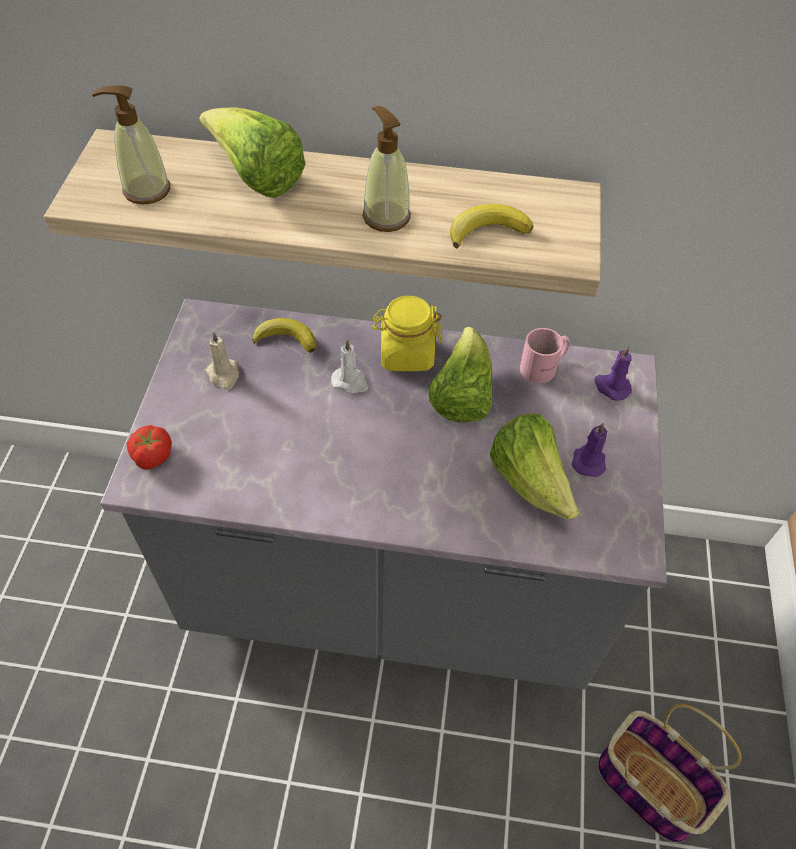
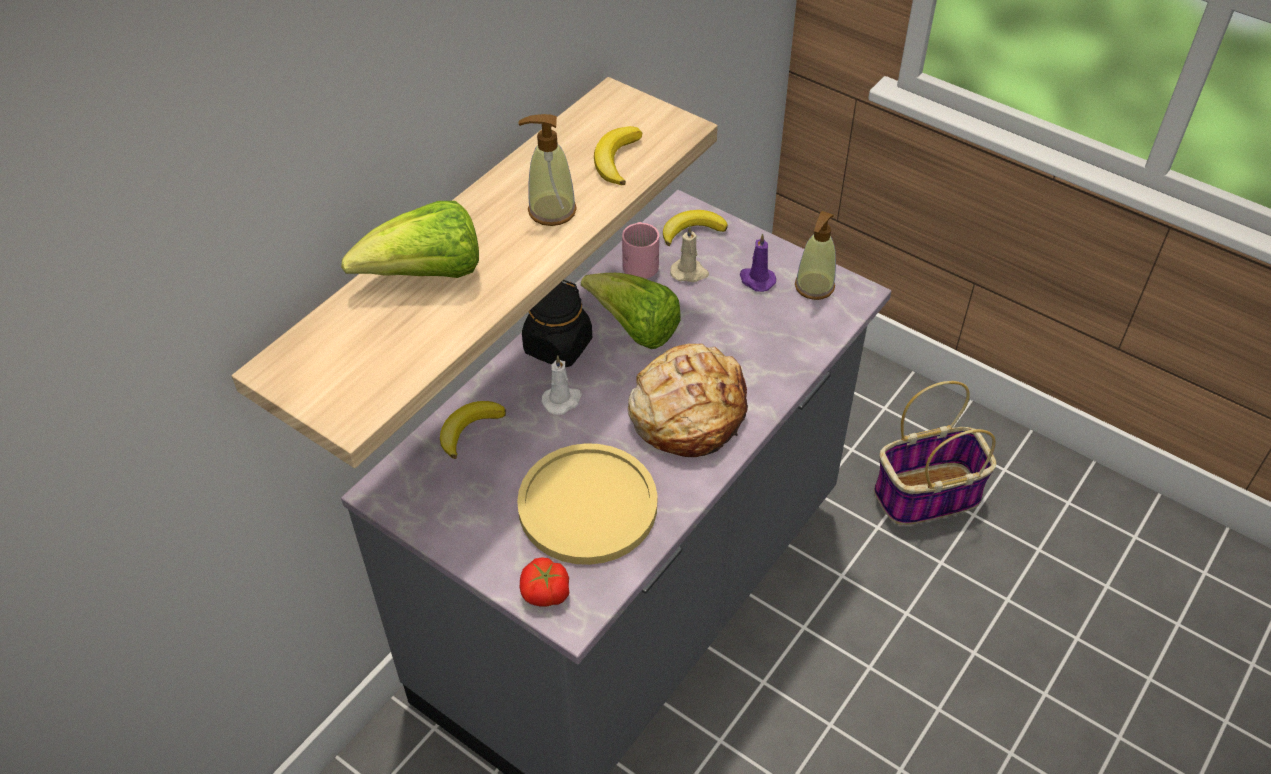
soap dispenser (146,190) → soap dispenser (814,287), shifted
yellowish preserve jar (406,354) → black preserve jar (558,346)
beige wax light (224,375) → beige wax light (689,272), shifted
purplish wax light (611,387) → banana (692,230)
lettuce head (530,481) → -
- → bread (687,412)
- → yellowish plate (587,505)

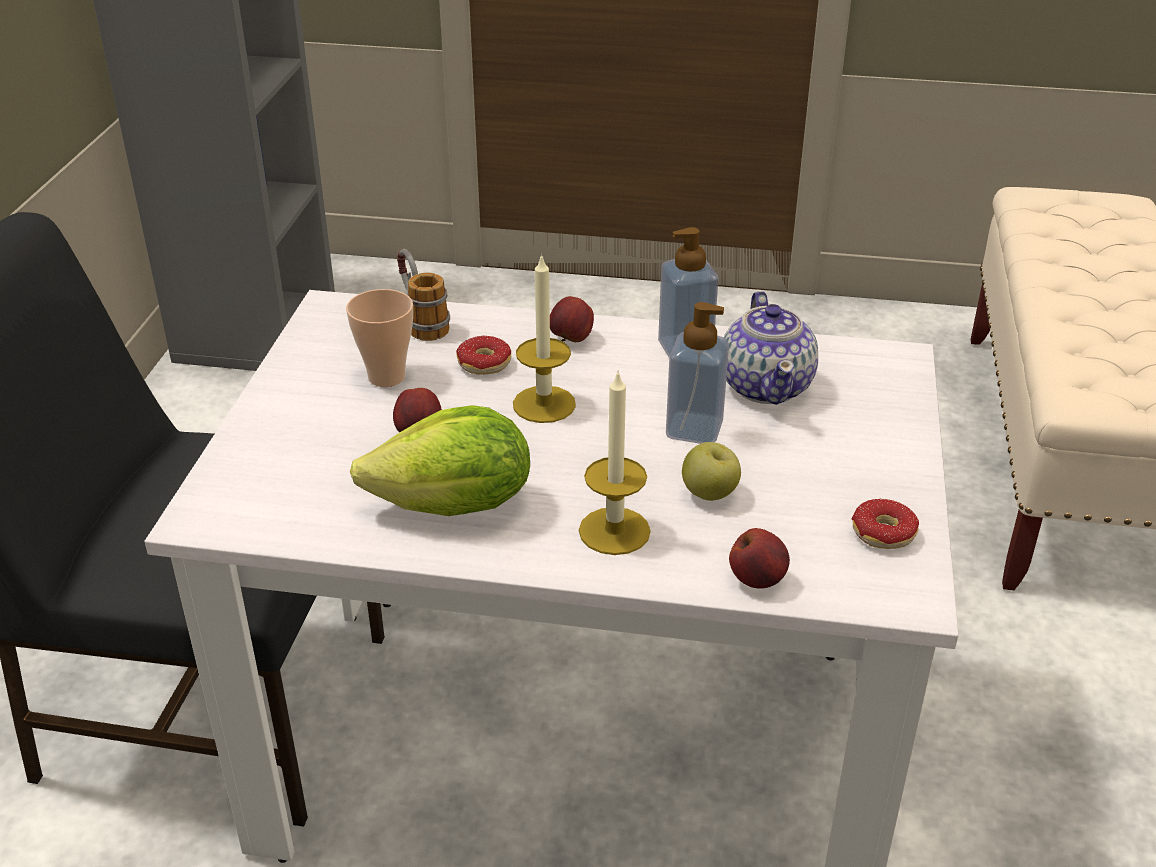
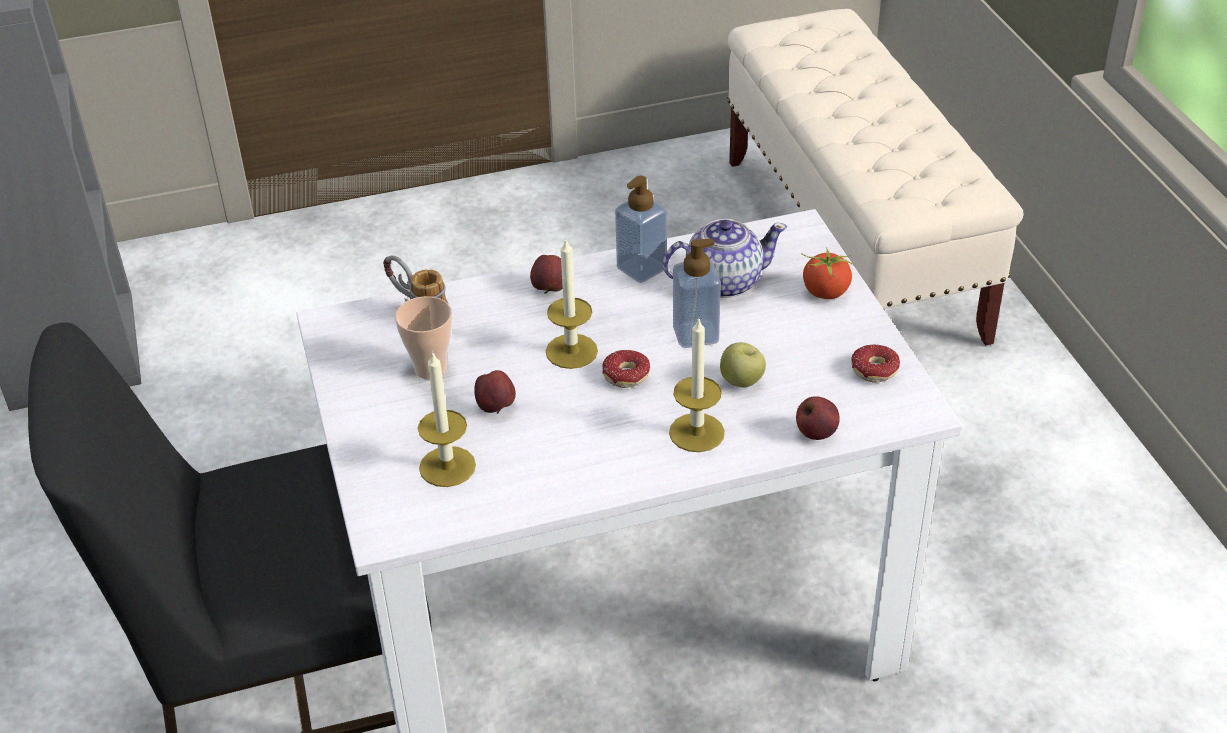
tea pot (767,385) → tea pot (722,281), 75 degrees counterclockwise
doughnut (481,369) → doughnut (628,381), shifted
lettuce head (455,507) → -
- → whole tomato (825,292)
- → wax light (447,466)

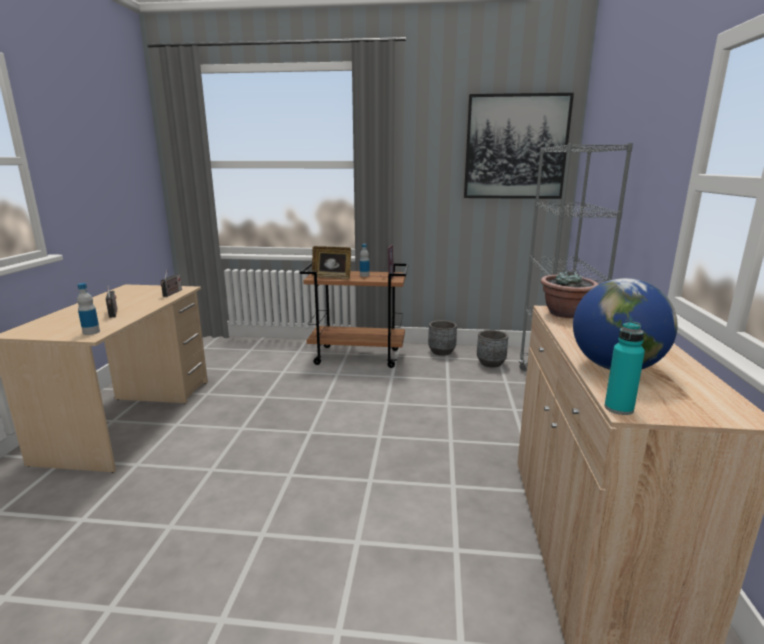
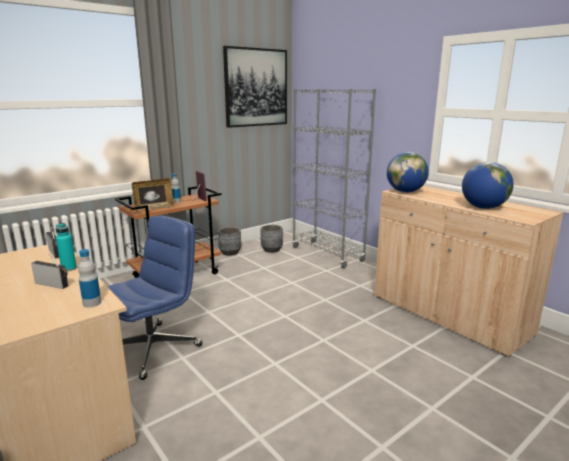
plant in a pot (565,314) → desk globe (405,192)
blue-green beverage bottle (618,408) → blue-green beverage bottle (69,268), shifted
- → blue-coloured computer chair (153,348)

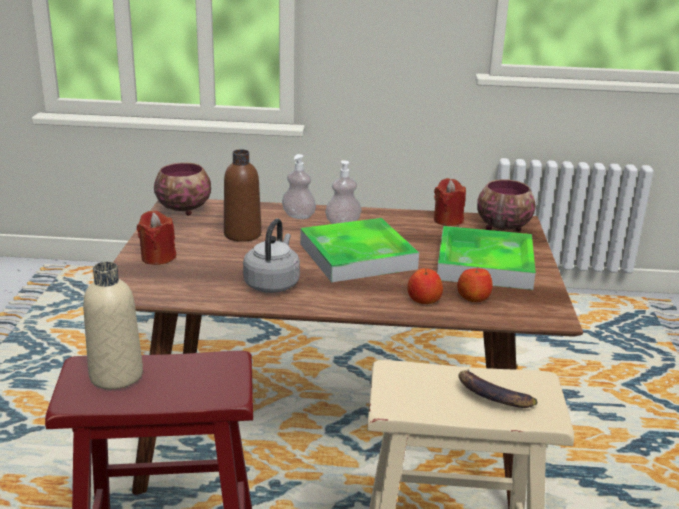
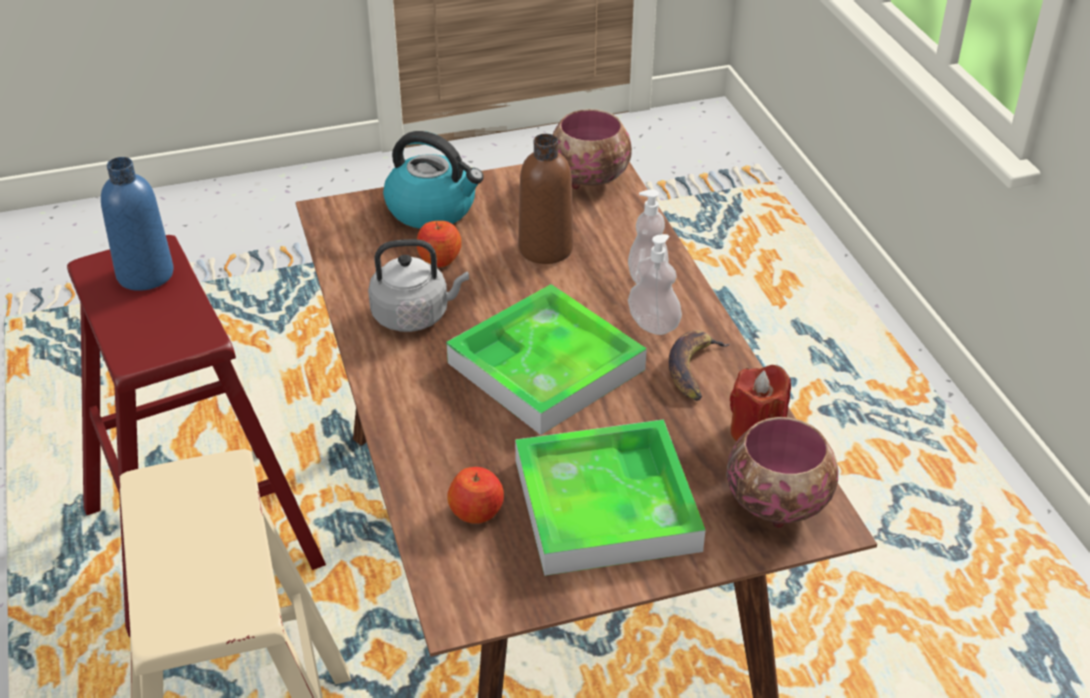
red-coloured wax light (158,257) → kettle (432,209)
beige beverage bottle (116,375) → blue-coloured beverage bottle (145,274)
apple (423,300) → apple (439,259), shifted
banana (491,395) → banana (693,369), shifted

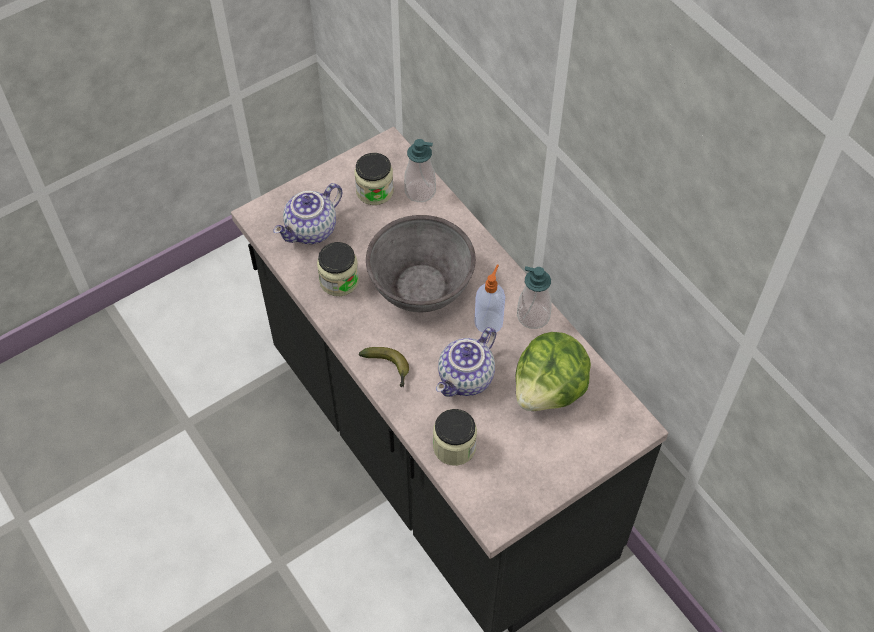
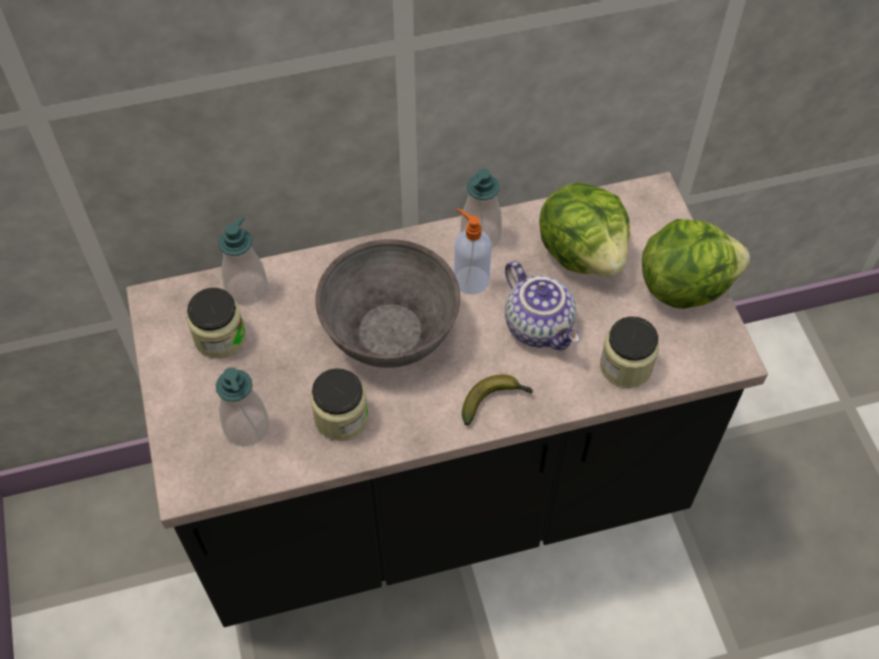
tea pot (311,231) → soap dispenser (246,427)
- → lettuce head (684,285)

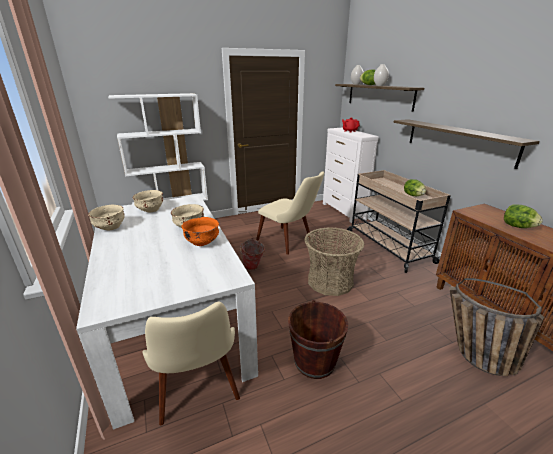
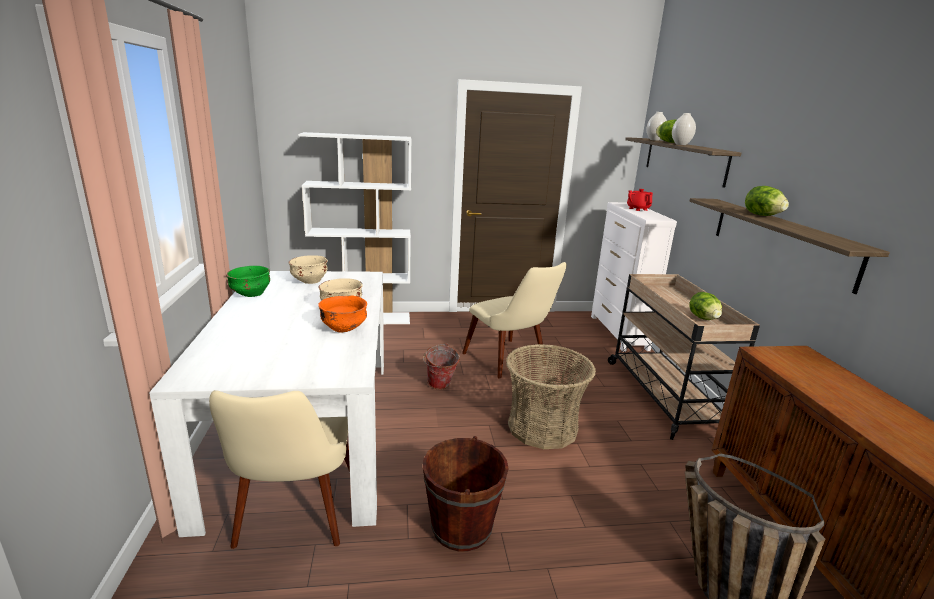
lettuce head (517,226) → lettuce head (762,215), shifted
beige deep dish (111,228) → green deep dish (251,294)

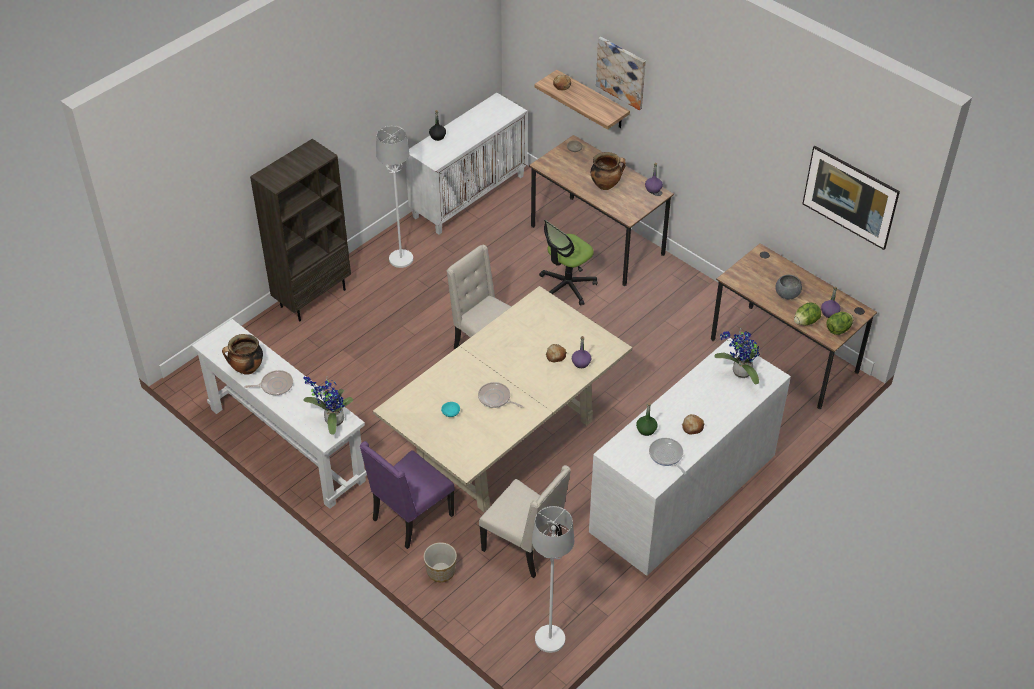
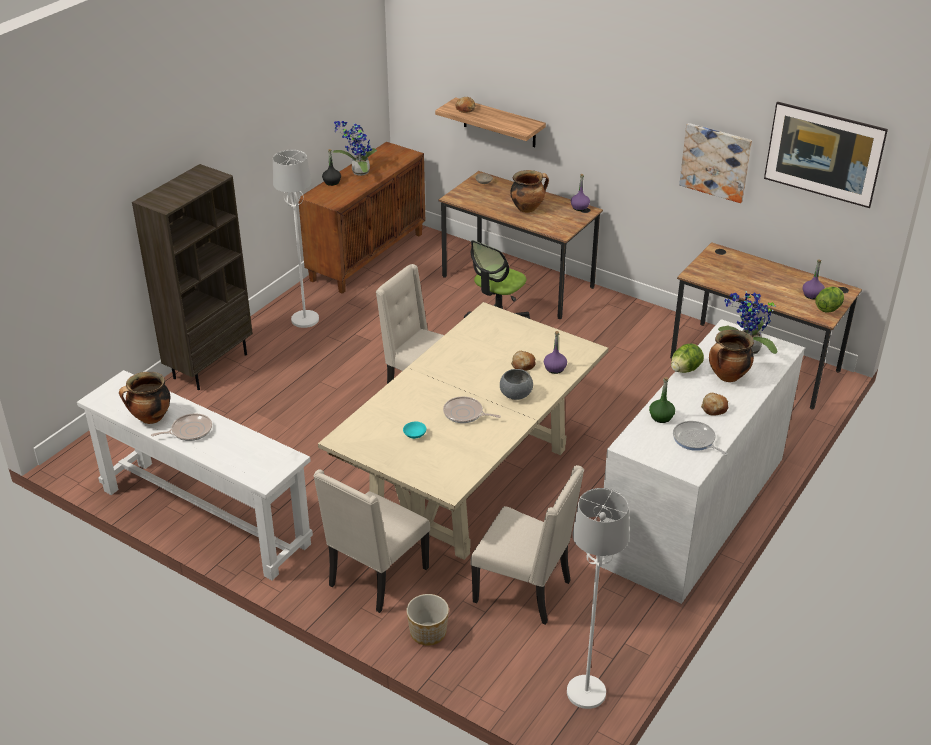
picture (621,72) → picture (715,162), shifted
whitish cabinet (469,195) → brown-coloured cabinet (367,256)
greyish deep dish (787,294) → greyish deep dish (515,394), shifted
lettuce head (805,321) → lettuce head (685,369), shifted
plant in a pot (331,420) → plant in a pot (358,172), shifted
purplish plain chair (411,518) → beige plain chair (376,578)
- → stockpot (727,377)

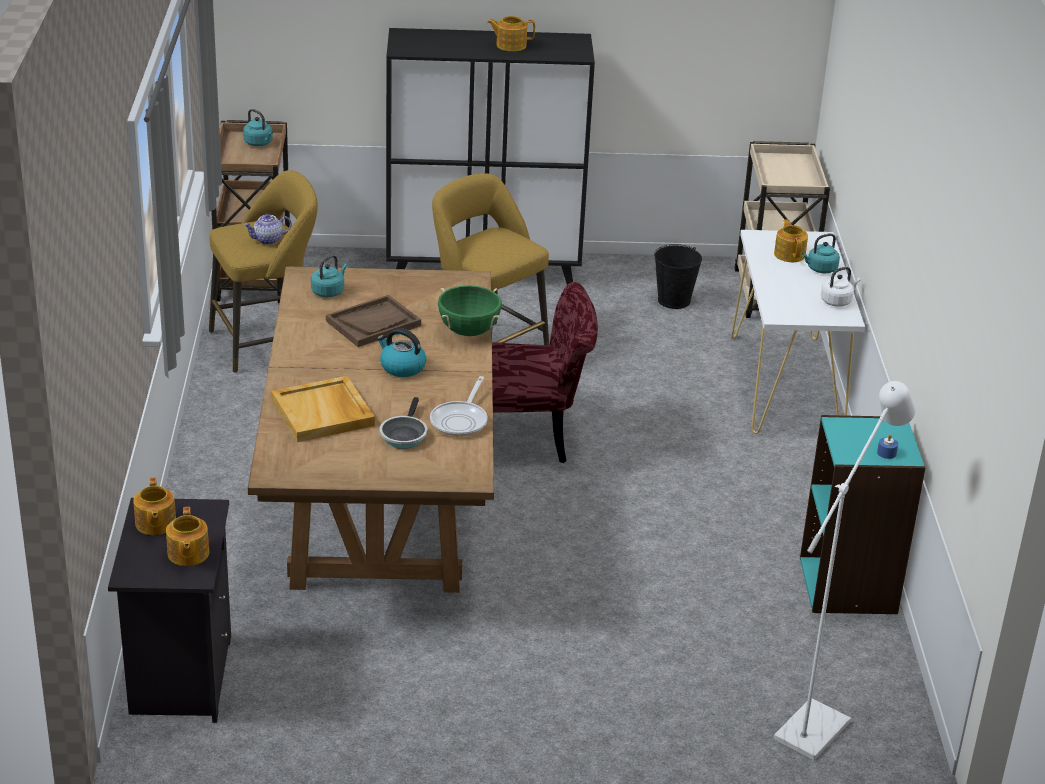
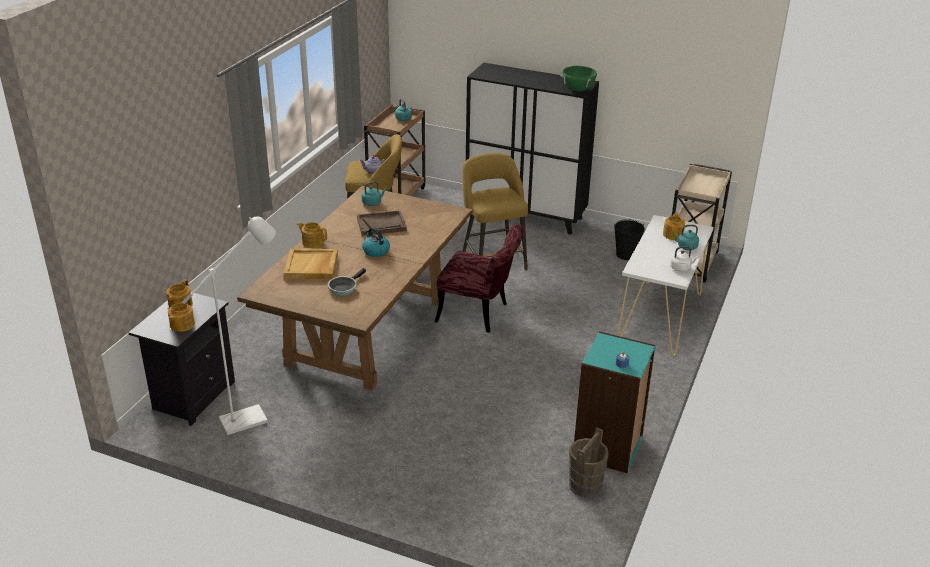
tea pot (510,45) → tea pot (312,242), shifted
green stockpot (468,331) → green stockpot (578,90), shifted
pan (461,420) → -
whitish floor lamp (819,722) → whitish floor lamp (252,418), shifted
- → brown-coloured water bucket (585,486)

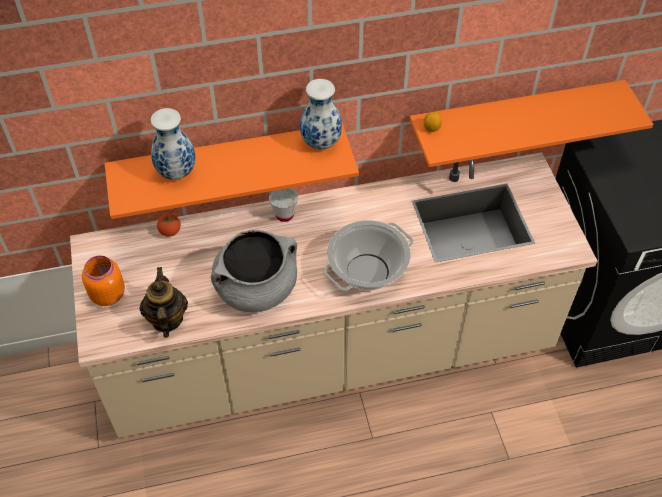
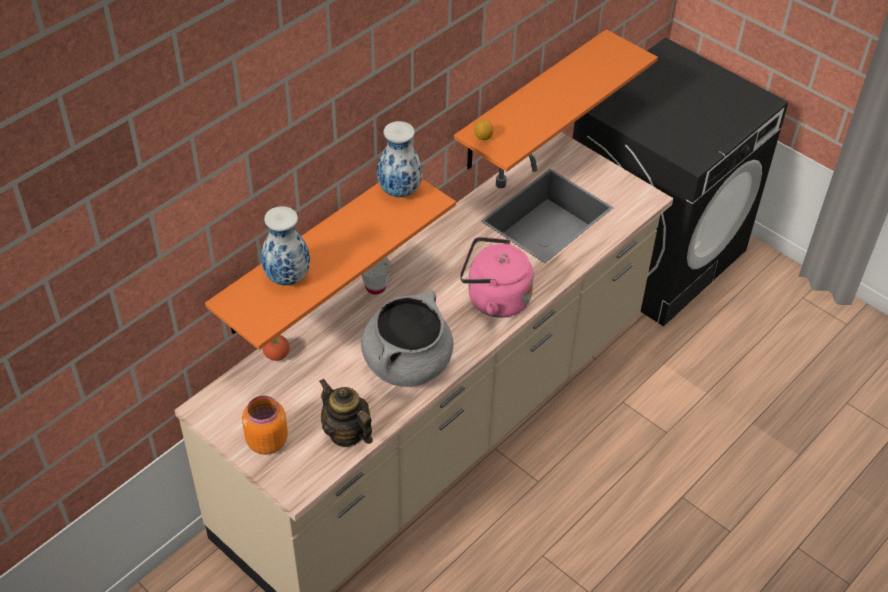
stockpot (367,271) → pink-coloured kettle (494,299)

